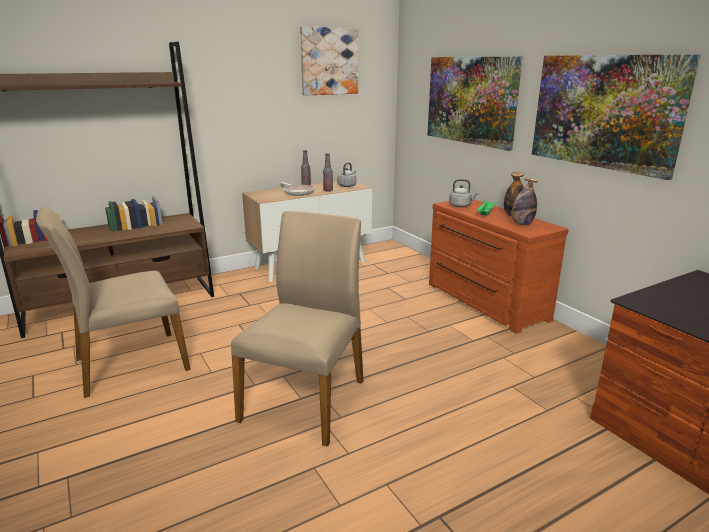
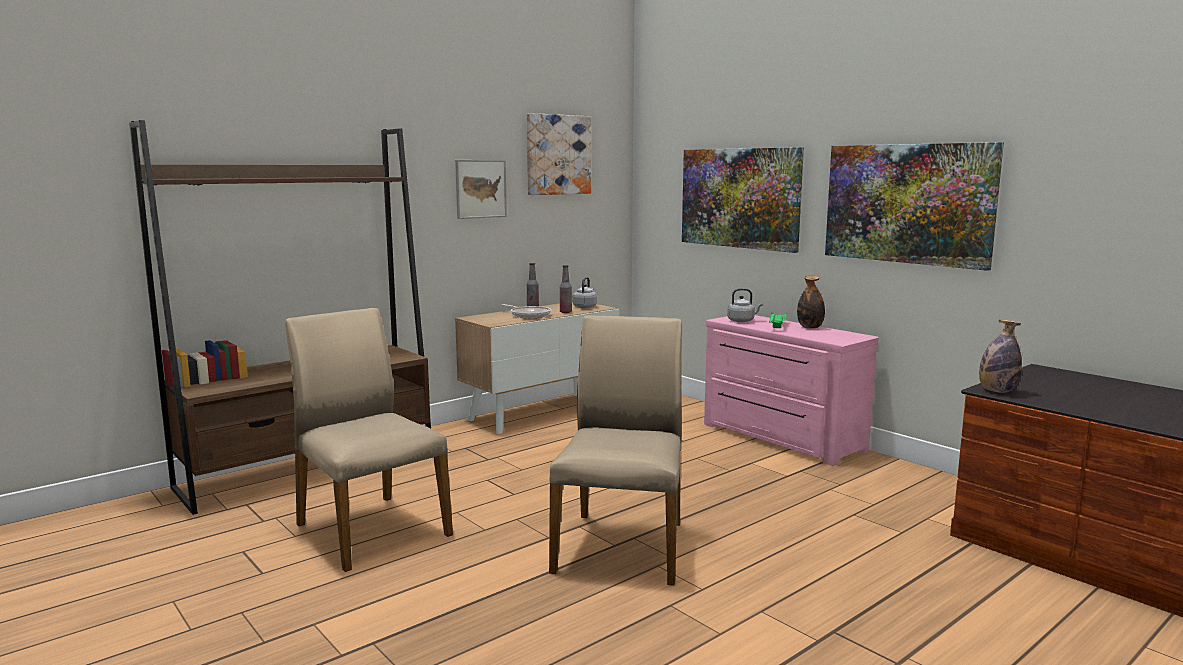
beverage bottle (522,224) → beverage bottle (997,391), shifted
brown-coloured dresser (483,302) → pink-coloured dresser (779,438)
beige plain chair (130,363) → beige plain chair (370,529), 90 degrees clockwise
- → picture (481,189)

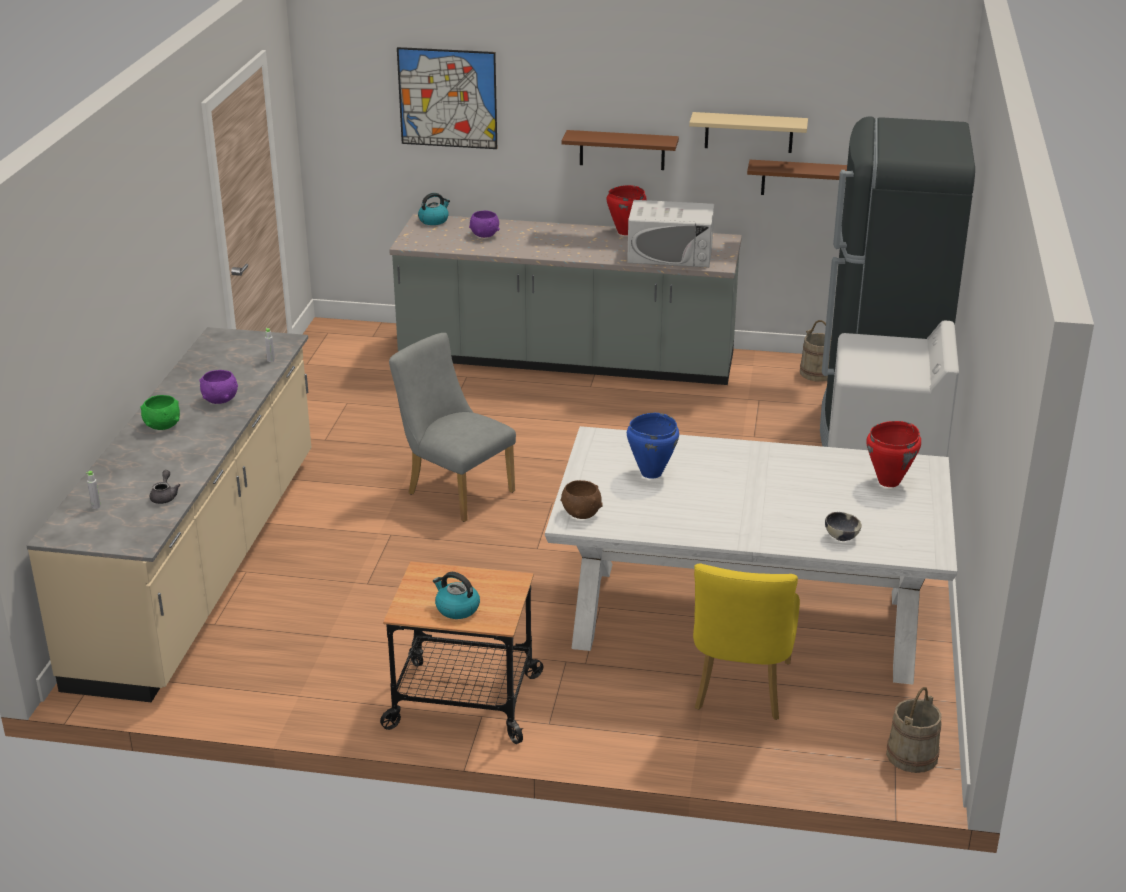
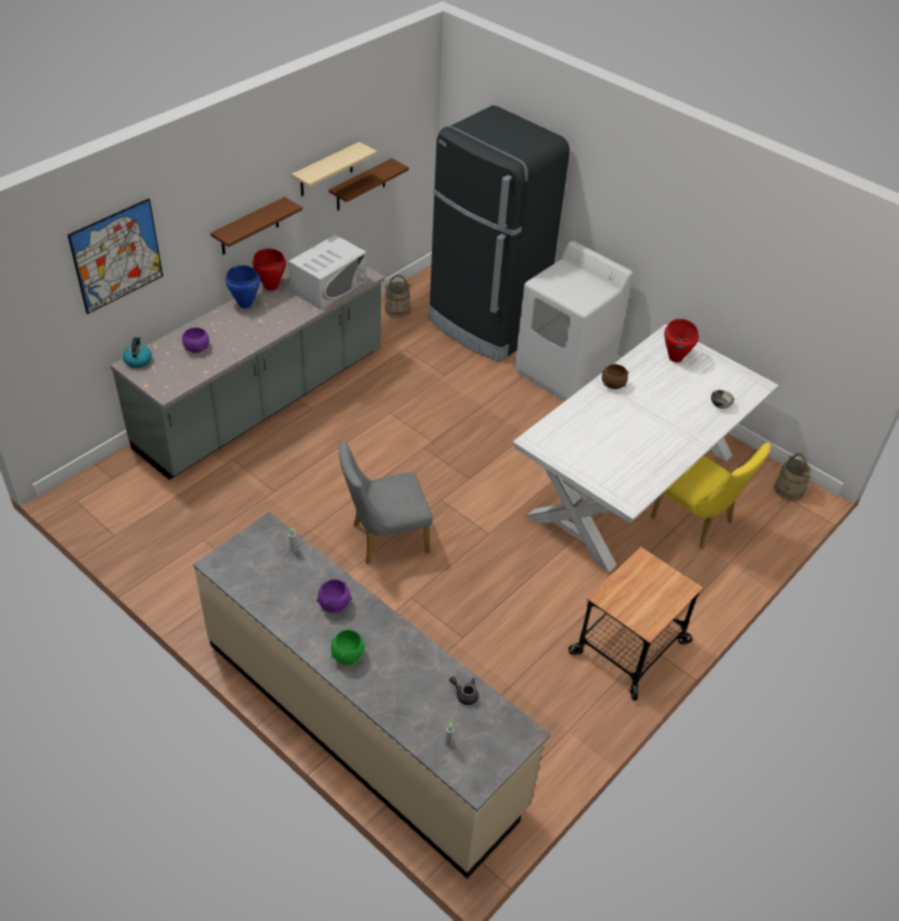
blue-coloured stockpot (651,473) → blue-coloured stockpot (245,304), shifted
brown-coloured deep dish (581,513) → brown-coloured deep dish (612,384), shifted
kettle (456,608) → -

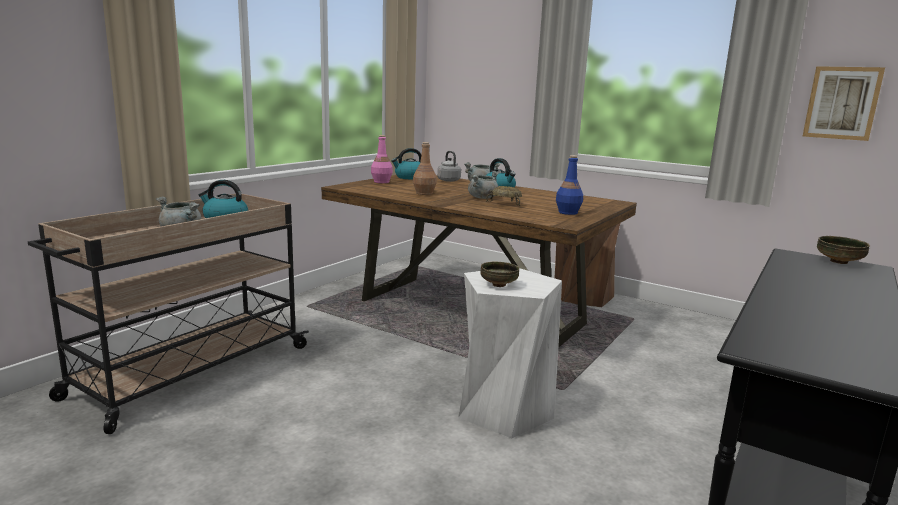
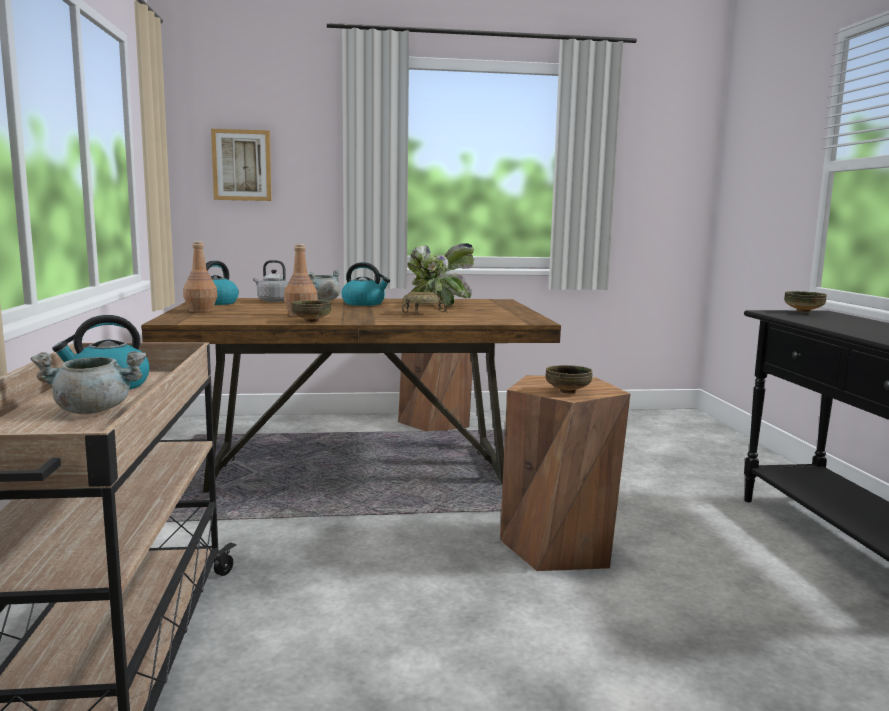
picture (842,103) → picture (242,165), shifted
pink-coloured beverage bottle (381,182) → brown-coloured beverage bottle (200,311)
blue-coloured beverage bottle (567,212) → -
greyish stockpot (482,198) → -
whitish stool (504,410) → brown-coloured stool (559,546)
- → plant in a pot (437,305)
- → deep dish (311,321)

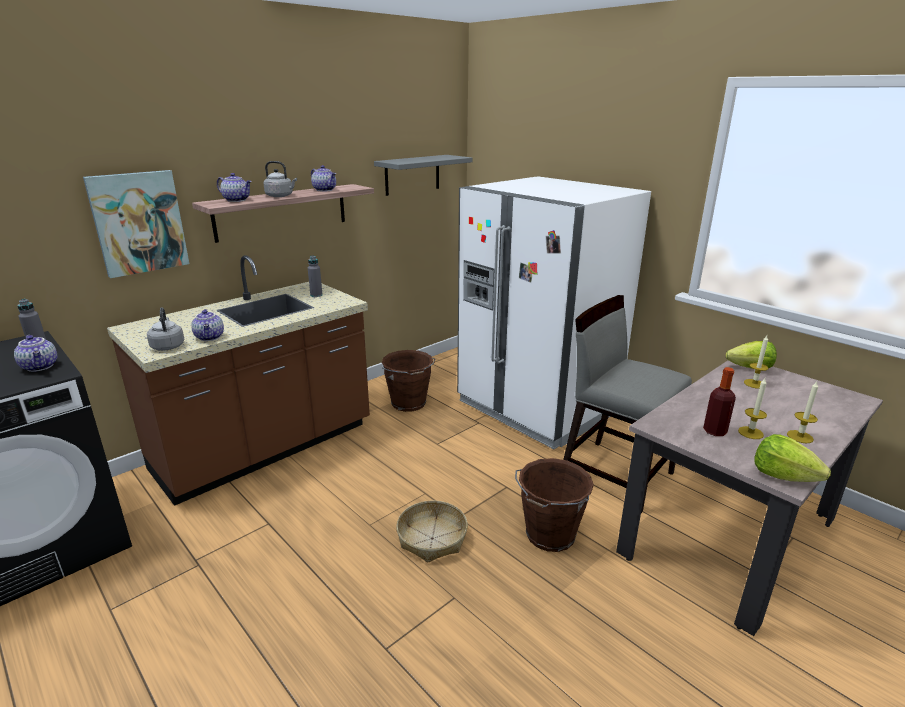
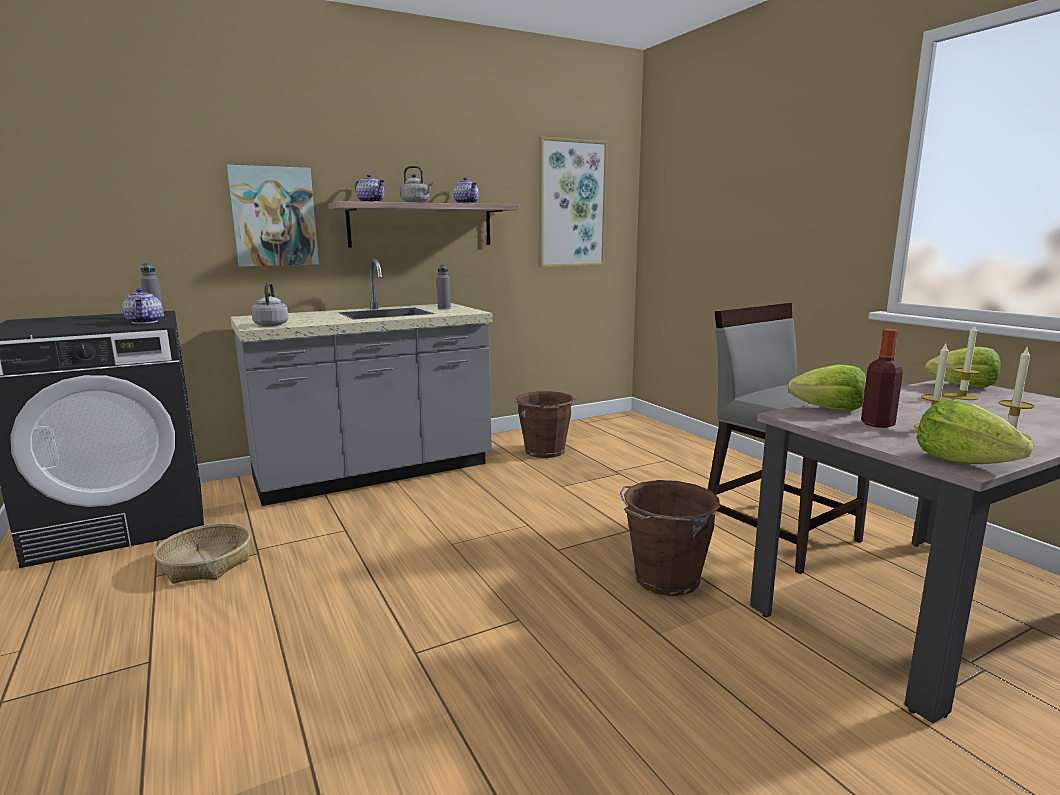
greyish wall shelf (412,174) → picture (571,204)
whitish fridge (537,407) → -
brown-coloured kitchen base unit (265,449) → greyish kitchen base unit (374,473)
tea pot (210,337) → -
basket (432,538) → basket (206,563), shifted
- → lettuce head (829,409)

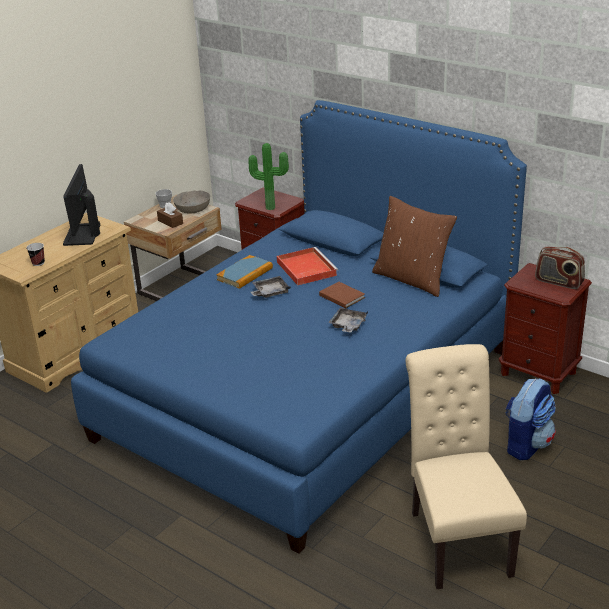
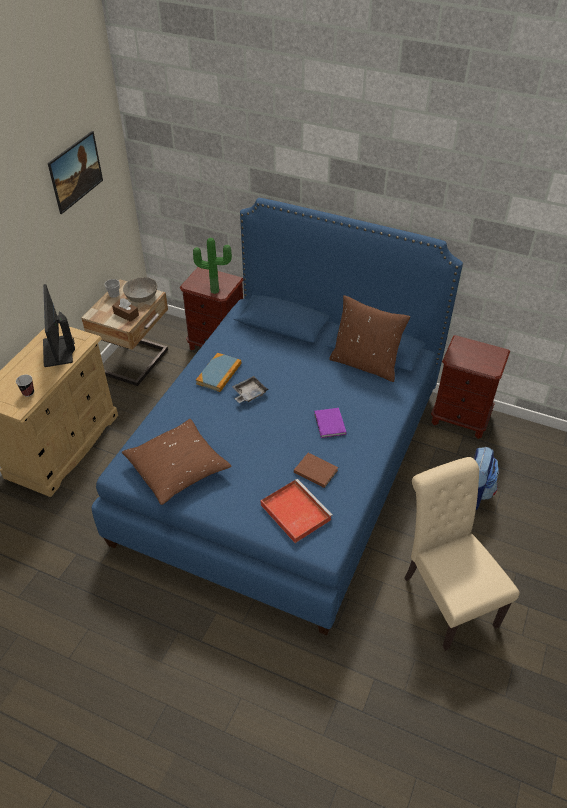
red-coloured carrying tray (305,268) → red-coloured carrying tray (294,511), shifted
radio (558,282) → -
brown-coloured book (341,296) → brown-coloured book (315,470), shifted
greyish carrying tray (348,325) → purplish book (329,424)
- → picture (78,184)
- → brown-coloured throw pillow (177,468)

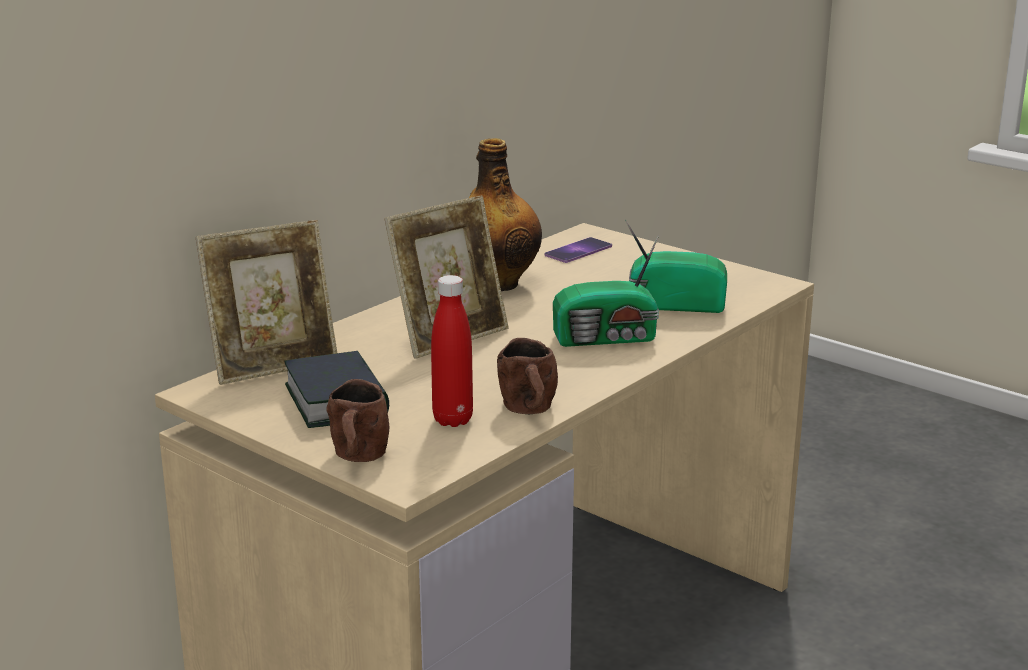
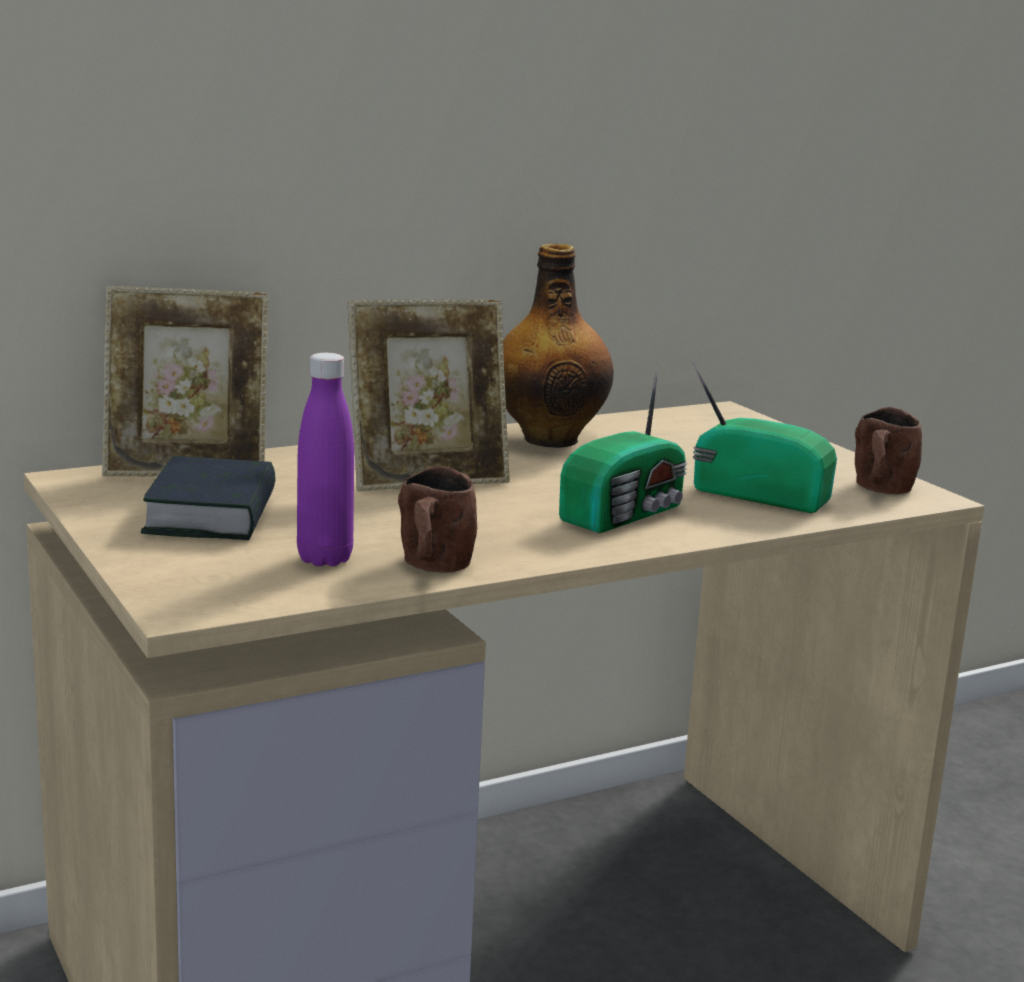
radio (608,339) → radio (627,514), 60 degrees counterclockwise
phone (578,250) → -
red-coloured beverage bottle (452,420) → purplish beverage bottle (324,558)
brown-coloured mug (358,459) → brown-coloured mug (880,491), shifted

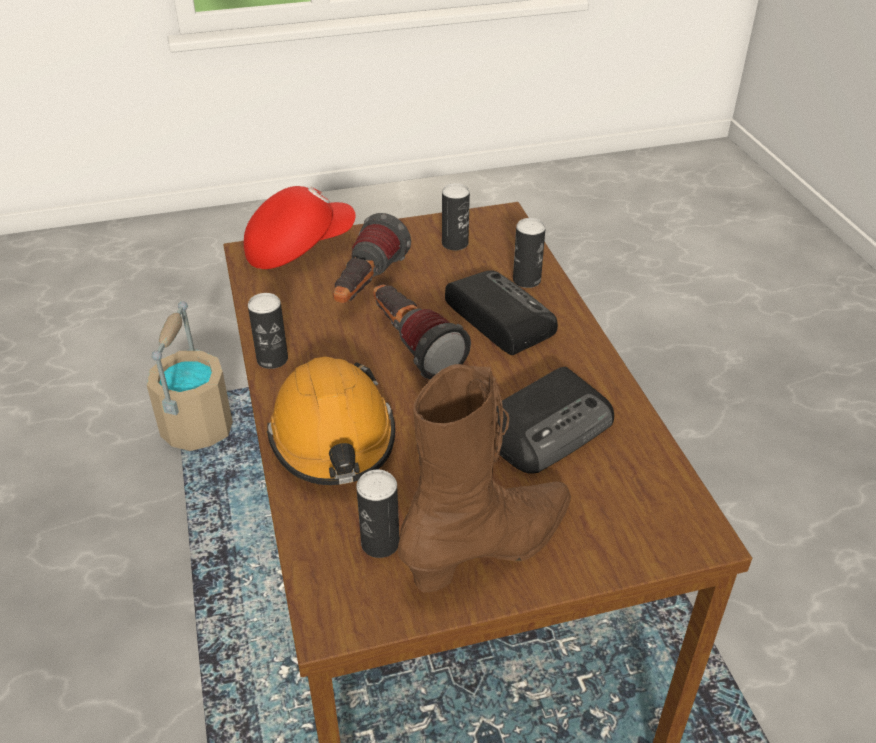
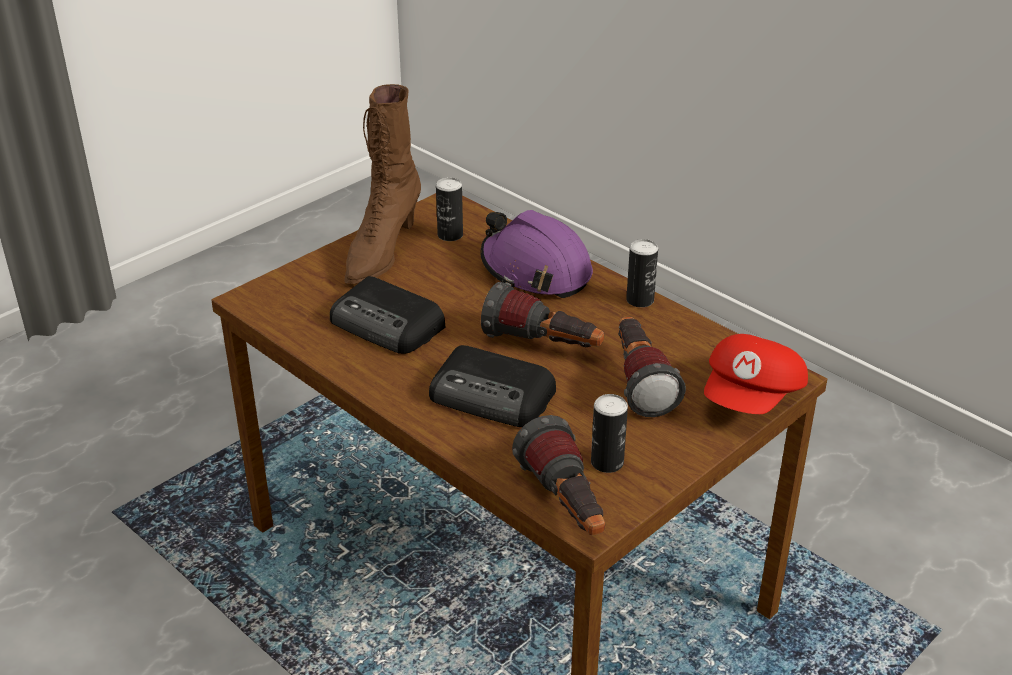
can (526,280) → -
beige water bucket (197,427) → -
orangey safety helmet (333,438) → purplish safety helmet (535,271)
radio (548,427) → radio (388,325), 75 degrees counterclockwise
- → hand torch (566,506)

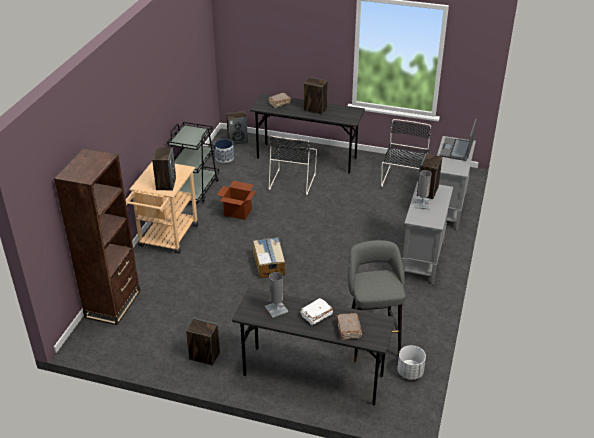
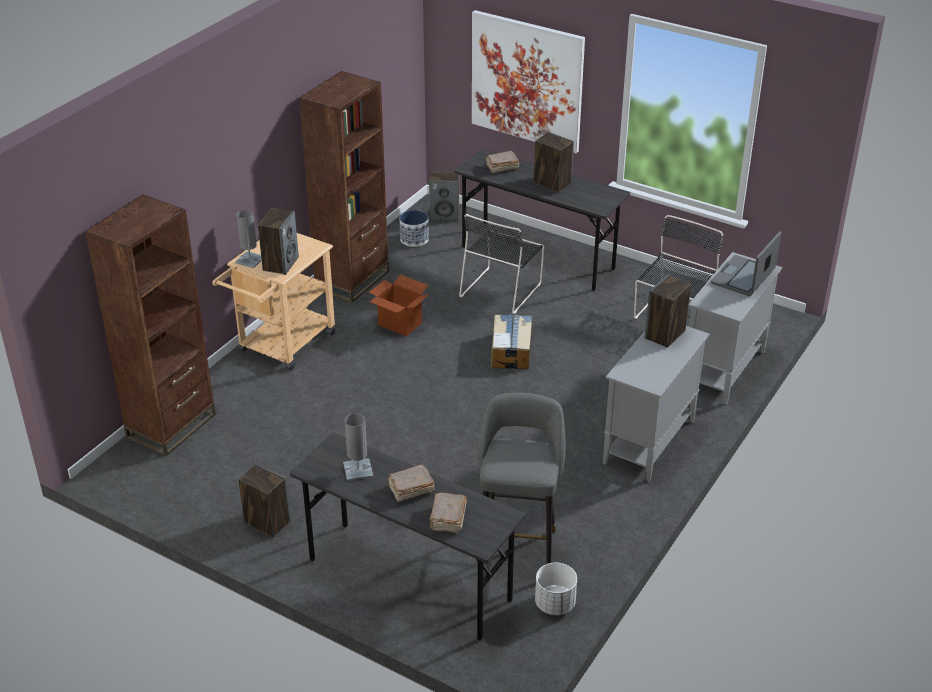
black wheeled cart (195,189) → brown-coloured bookcase (352,280)
greyish tabletop lamp (422,204) → greyish tabletop lamp (250,260), shifted
cardboard box (269,263) → cardboard box (511,350), shifted
whitish book (316,316) → brown-coloured book (410,489)
- → picture (527,81)

